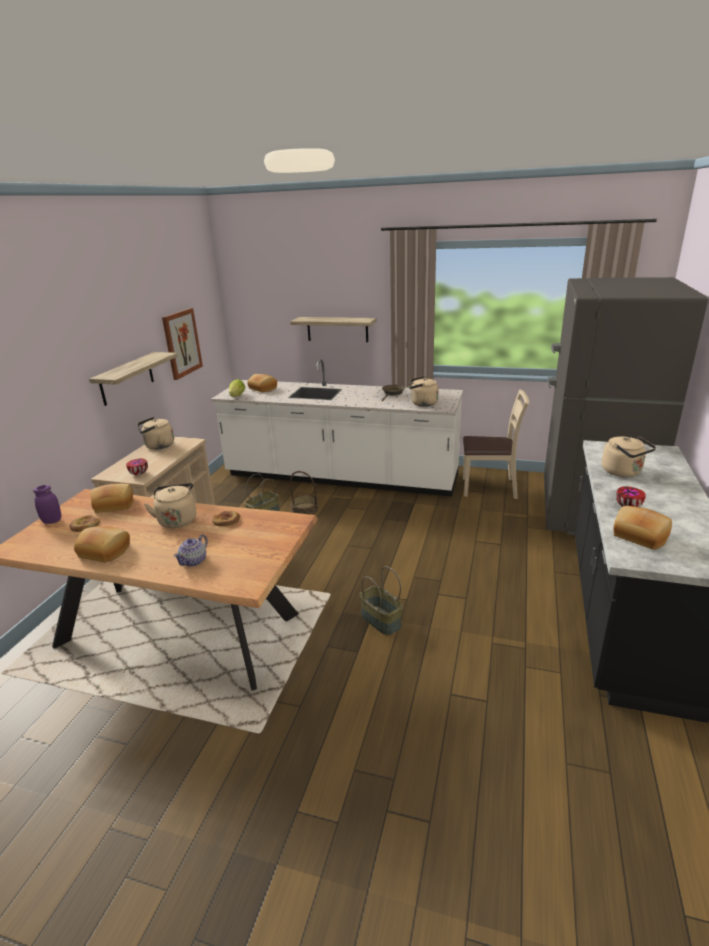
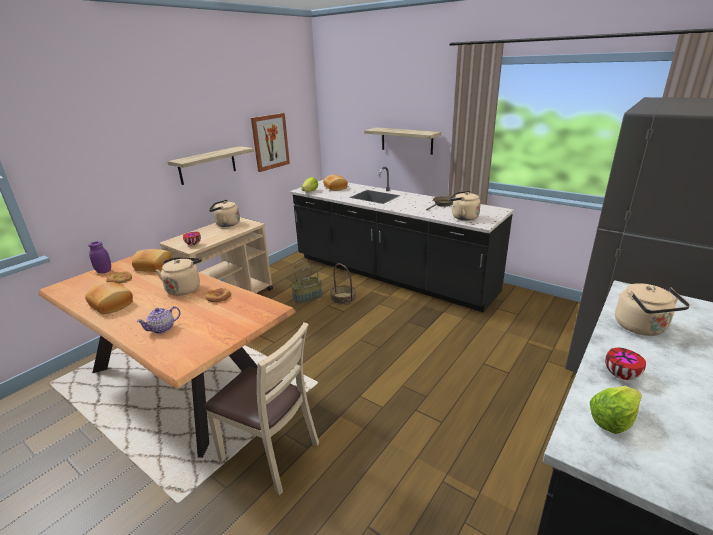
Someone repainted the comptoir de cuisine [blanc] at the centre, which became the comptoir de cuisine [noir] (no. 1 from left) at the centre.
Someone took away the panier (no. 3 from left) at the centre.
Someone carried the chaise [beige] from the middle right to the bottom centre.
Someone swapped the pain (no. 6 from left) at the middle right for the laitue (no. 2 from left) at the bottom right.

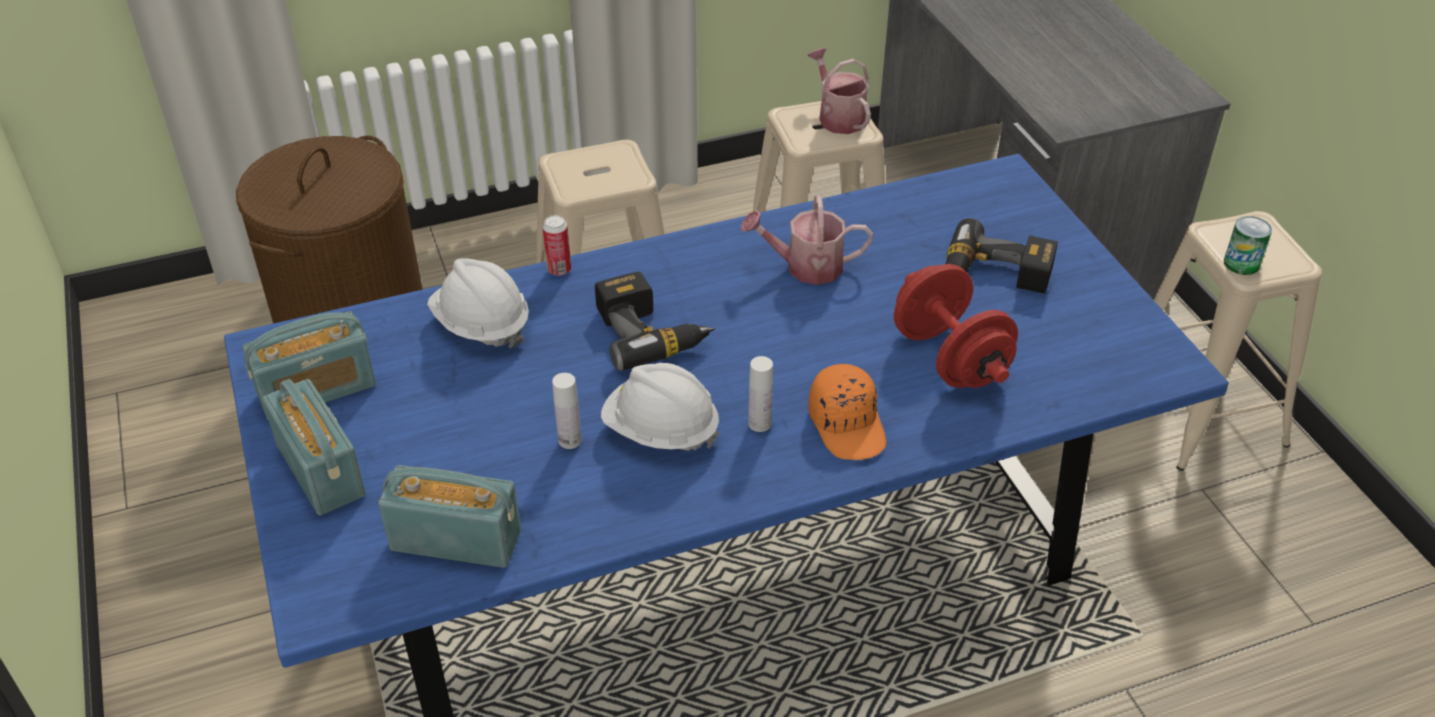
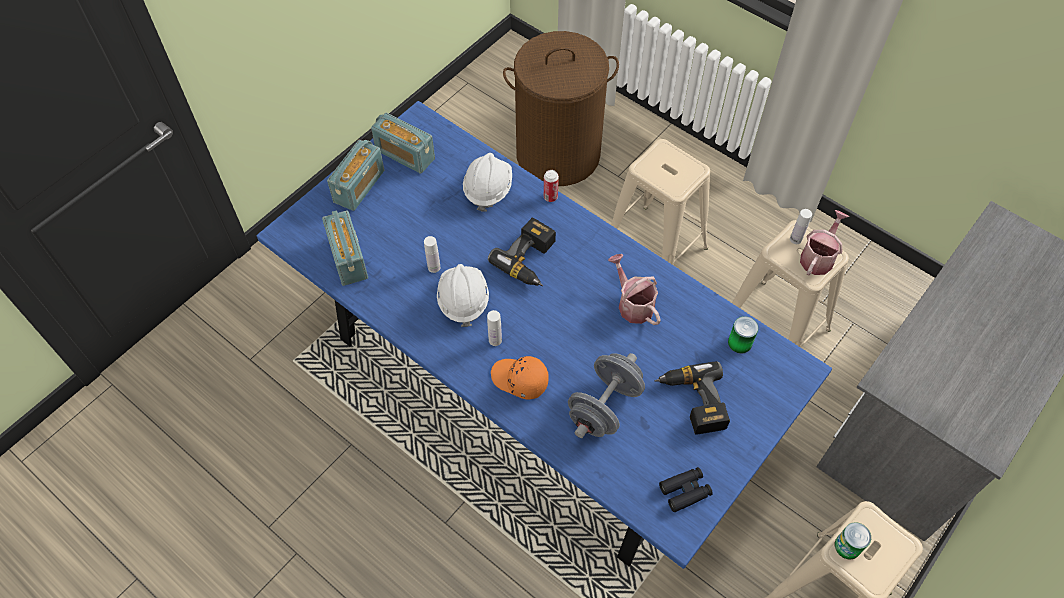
Someone rotated the casquette [orange] at the centre by 75 degrees clockwise.
Someone repainted the haltère [rouge] at the centre, which became the haltère [gris] at the centre.
Someone put down the jumelles [noir] at the bottom centre.
Someone put down the boîte métallique (no. 2 from left) at the middle right.
Someone put down the bouteille [blanc] (no. 3 from left) at the middle right.

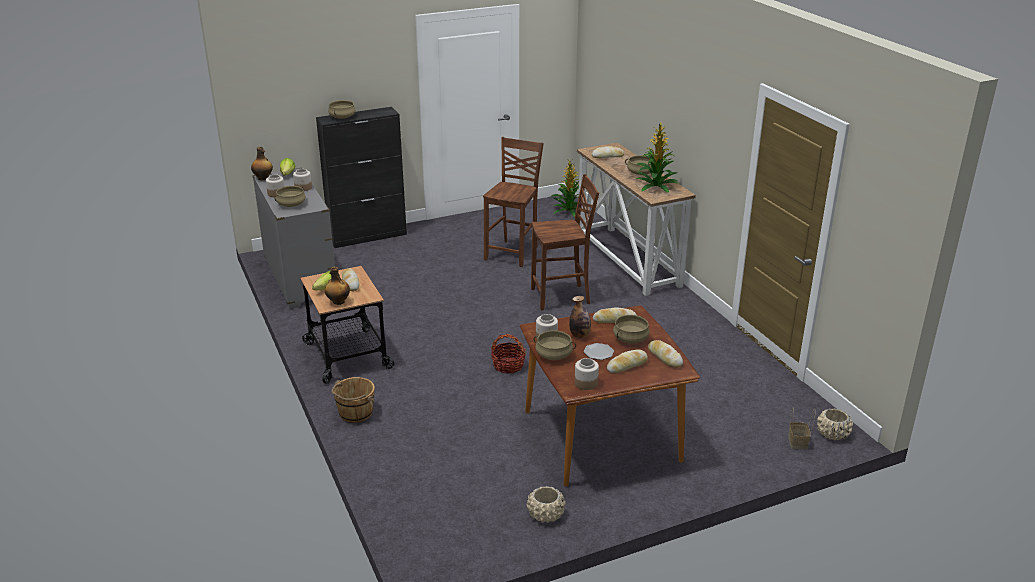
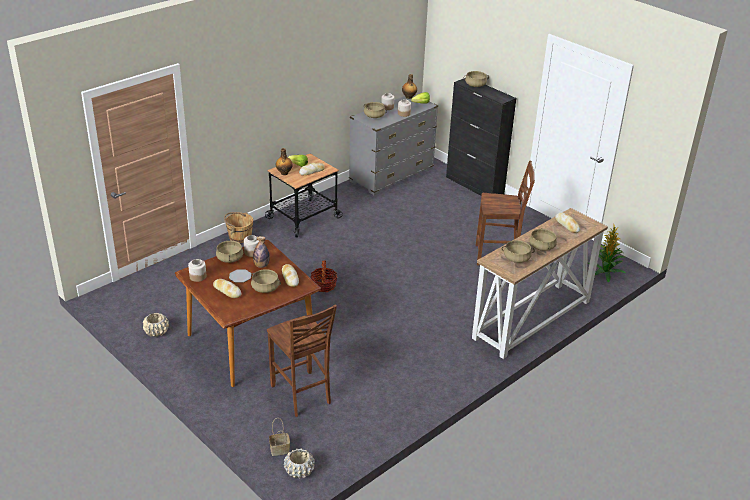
Someone carried the chaise [marron] (no. 2 from left in the first image) from the centre to the bottom centre.
Someone swapped the plante en pot (no. 2 from left) at the top centre for the marmite [beige] (no. 5 from left) at the middle right.
Someone took away the pain (no. 5 from left) at the centre.

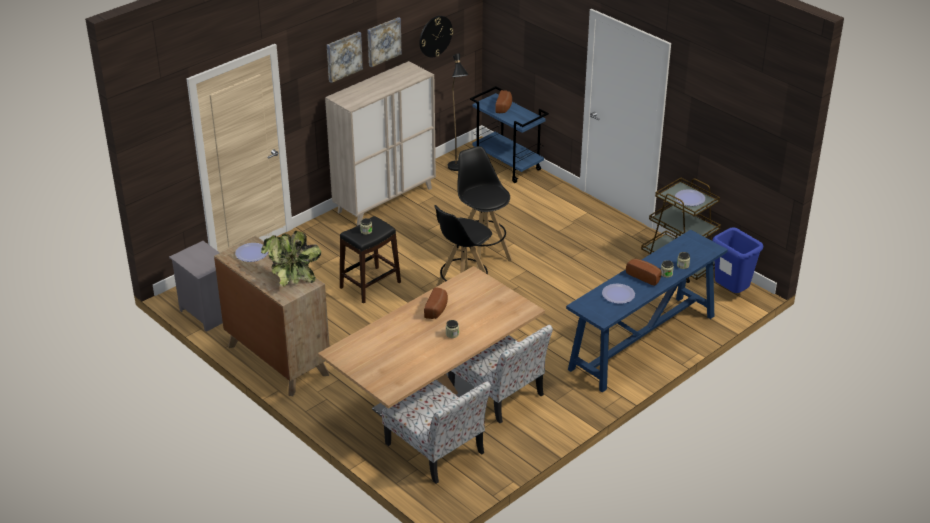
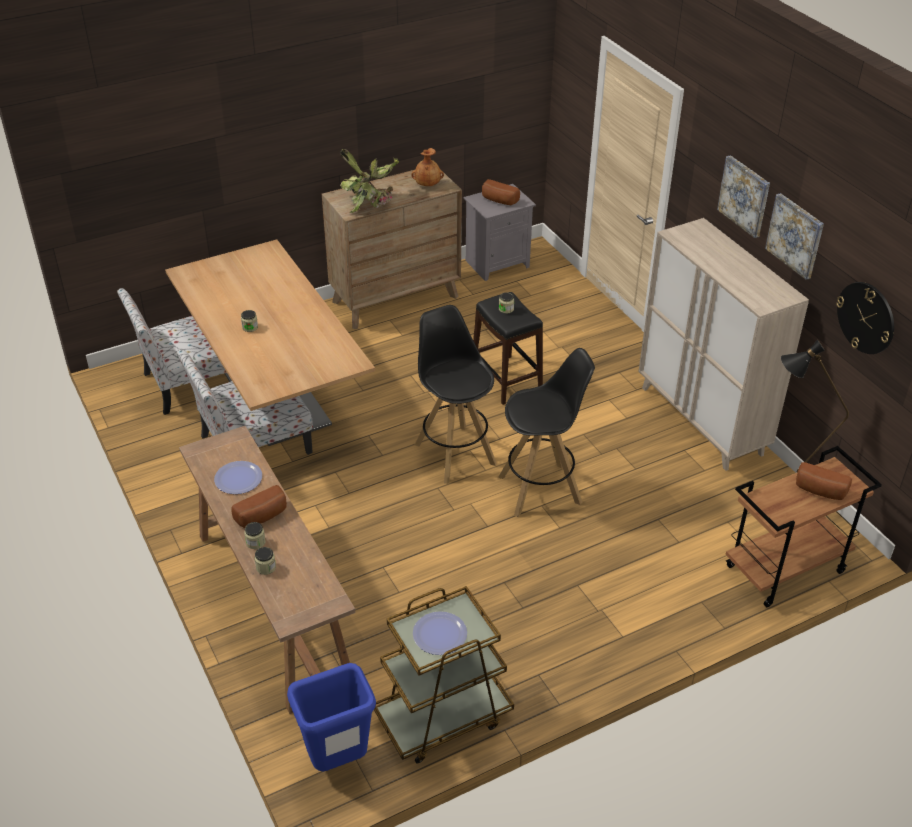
Someone swapped the assiette (no. 1 from left) at the middle left for the vase [marron] at the top centre.
Someone carried the pain (no. 1 from left in the first image) from the centre to the top centre.
Someone repainted the chariot [bleu] at the top centre, which became the chariot [marron] (no. 2 from left) at the middle right.
Someone repainted the table console [bleu] at the middle right, which became the table console [marron] at the bottom left.

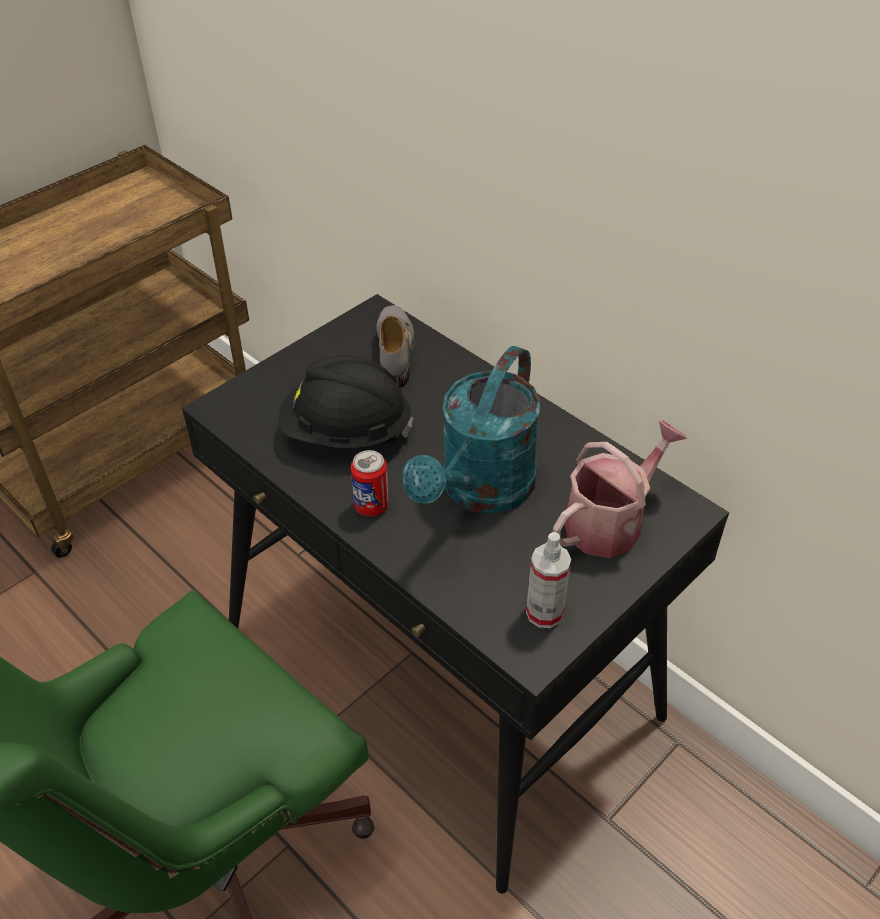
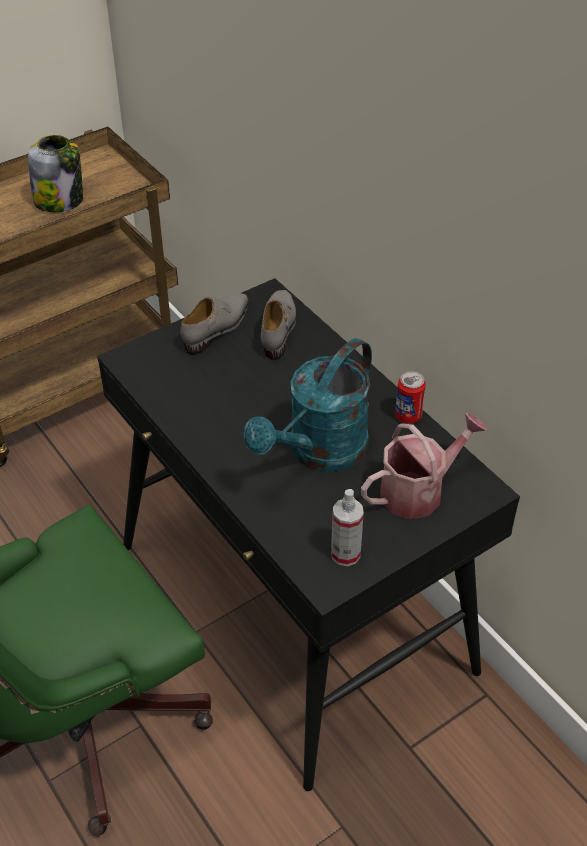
Someone took away the casque de chantier [noir] at the centre.
Someone carried the boîte métallique from the centre to the middle right.
Someone put down the bocal at the top left.
Someone put down the chaussure [gris] (no. 1 from left) at the centre.

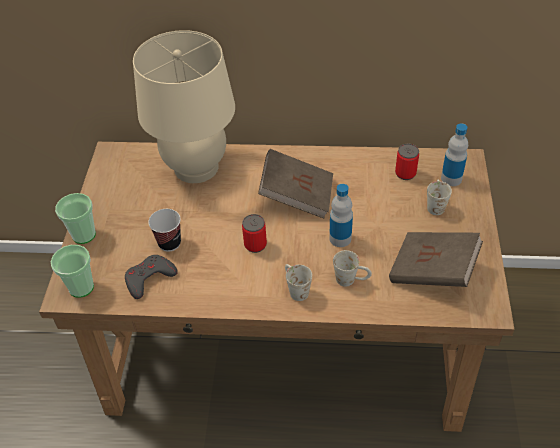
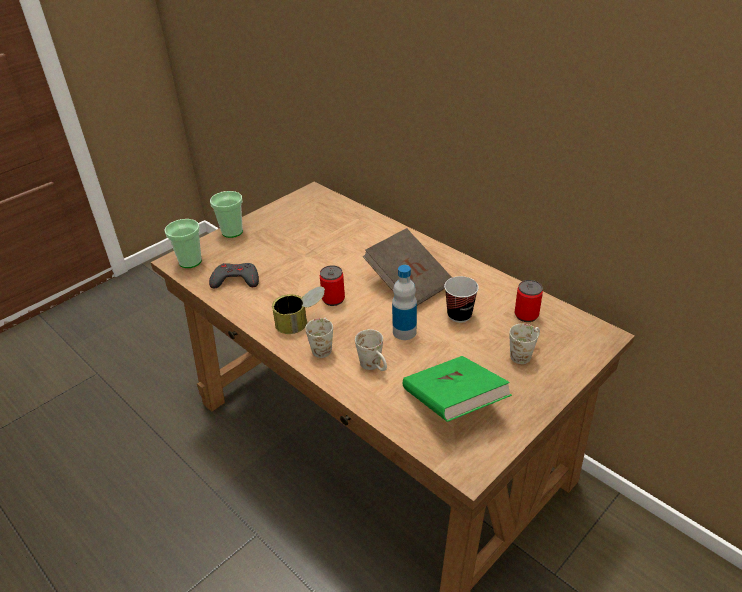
Someone took away the lampe de table [beige] at the top left.
Someone carried the tasse (no. 3 from left) from the middle left to the centre.
Someone repainted the livre [marron] (no. 2 from left) at the middle right, which became the livre [vert] at the centre.
Someone took away the bouteille (no. 2 from left) at the middle right.
Someone put down the boîte métallique (no. 1 from left) at the centre.

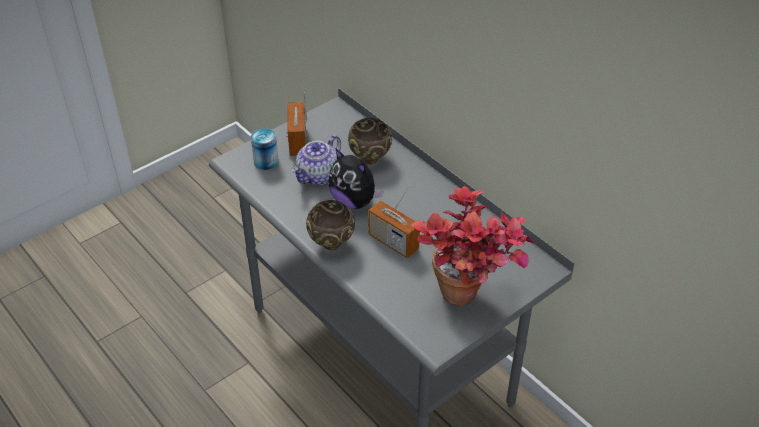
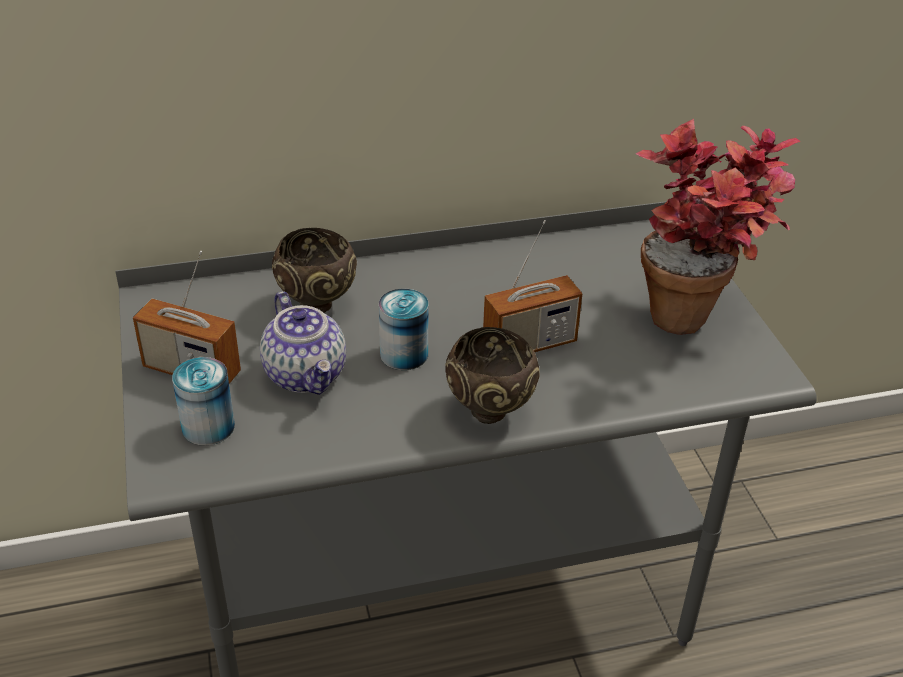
Someone swapped the peluche at the centre for the boîte métallique (no. 2 from left) at the centre.

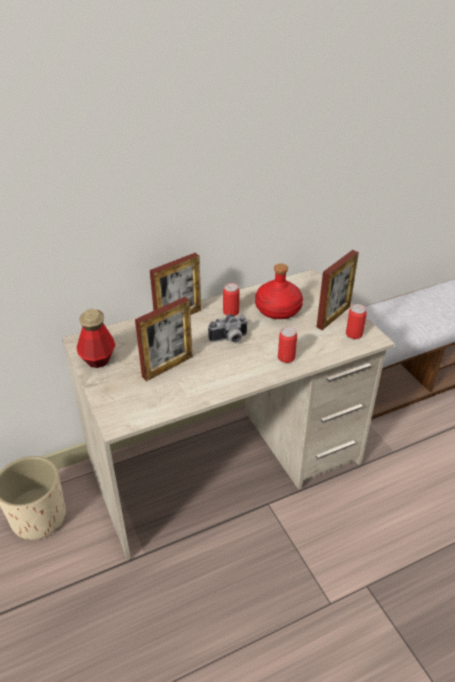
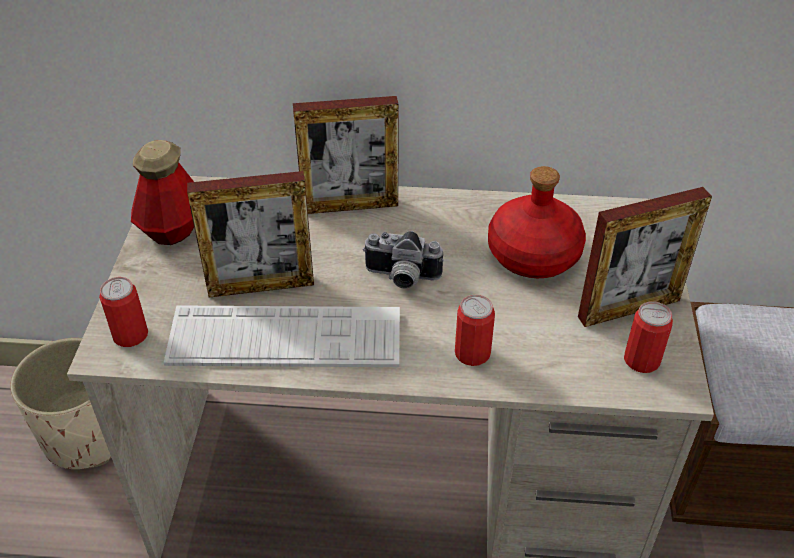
Someone carried the boîte métallique (no. 1 from left) from the centre to the middle left.
Someone put down the clavier at the centre.

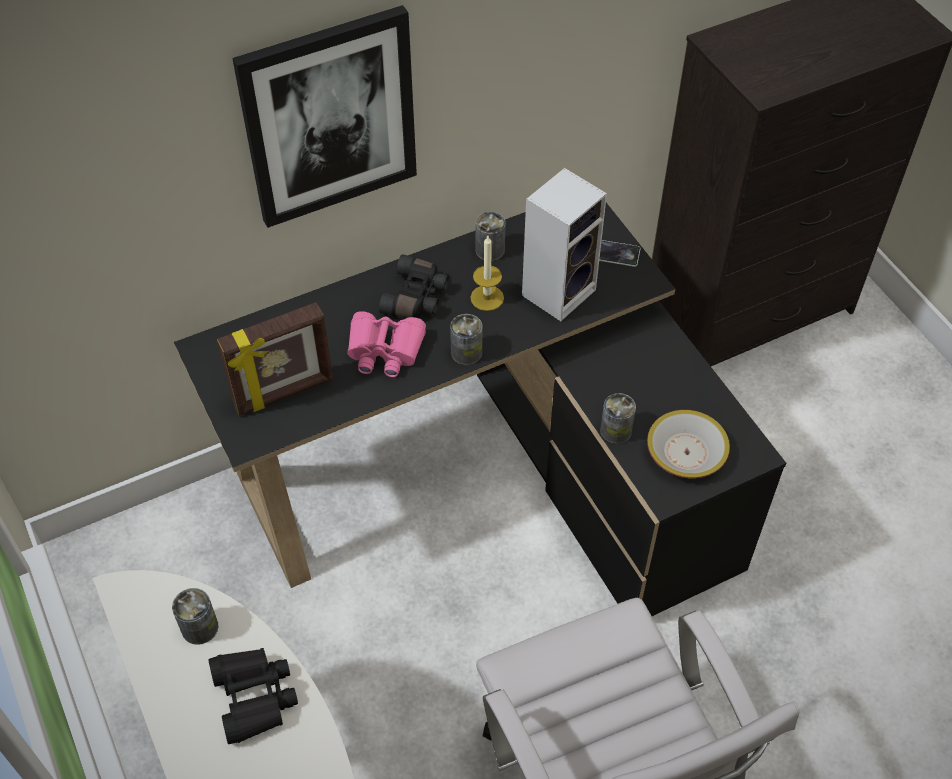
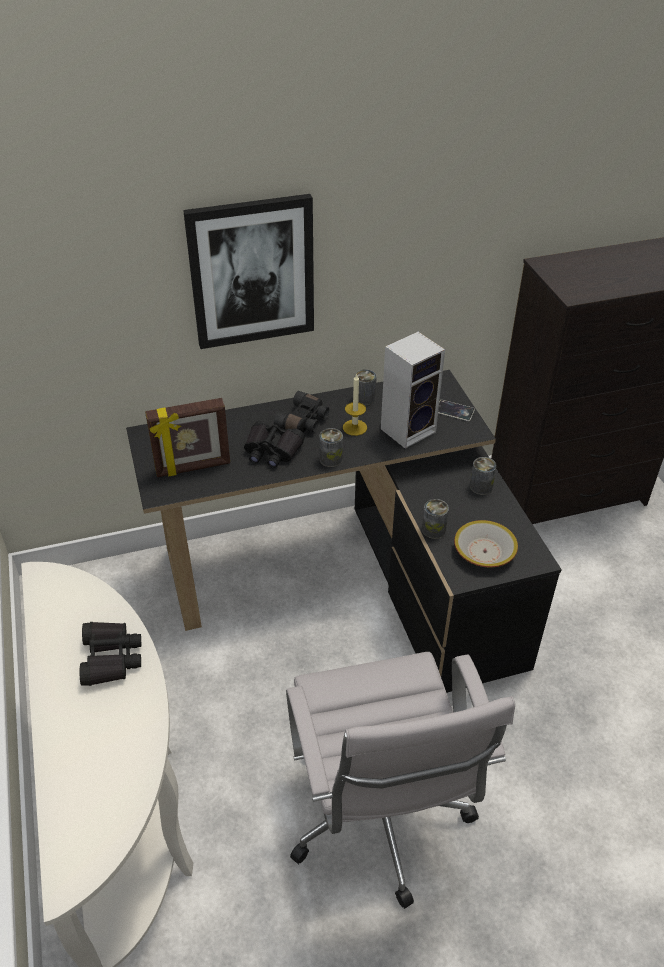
Someone carried the boîte métallique (no. 1 from left in the first image) from the bottom left to the middle right.
Someone repainted the jumelles [rose] at the centre, which became the jumelles [noir] (no. 2 from left) at the centre.

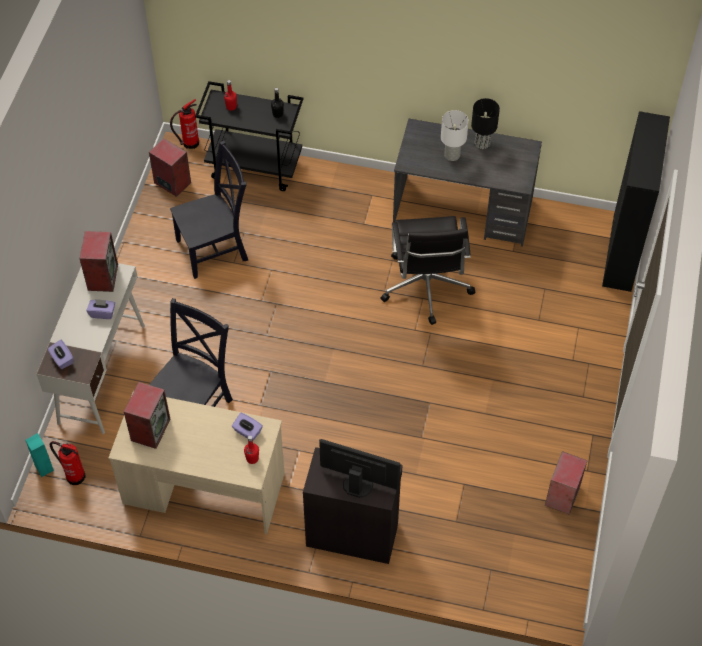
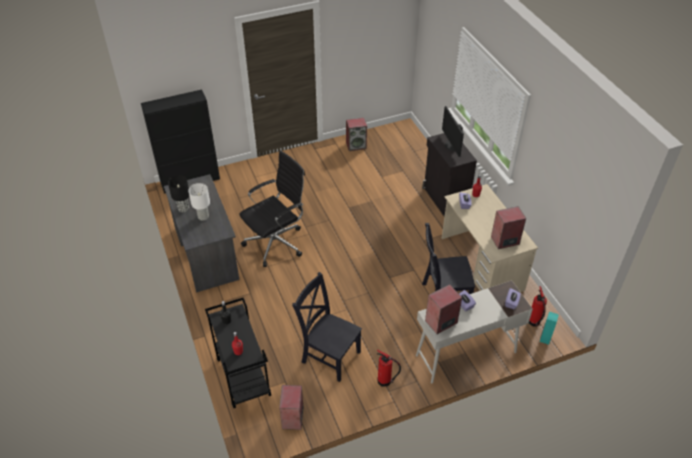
Someone carried the extincteur (no. 2 from left in the first image) from the top left to the bottom centre.

